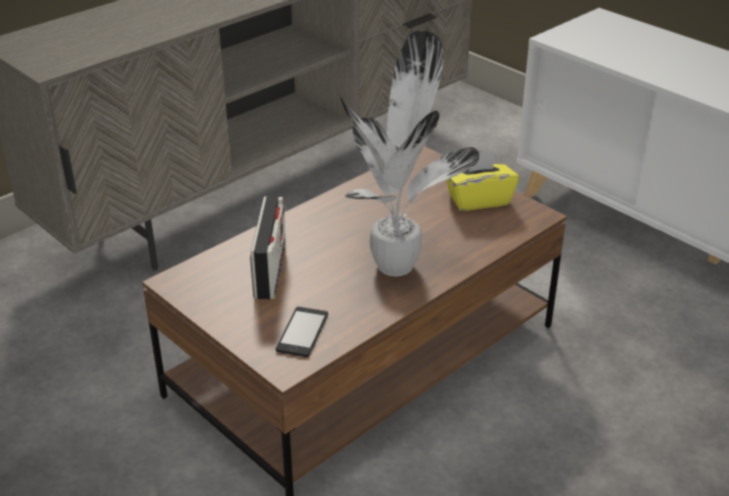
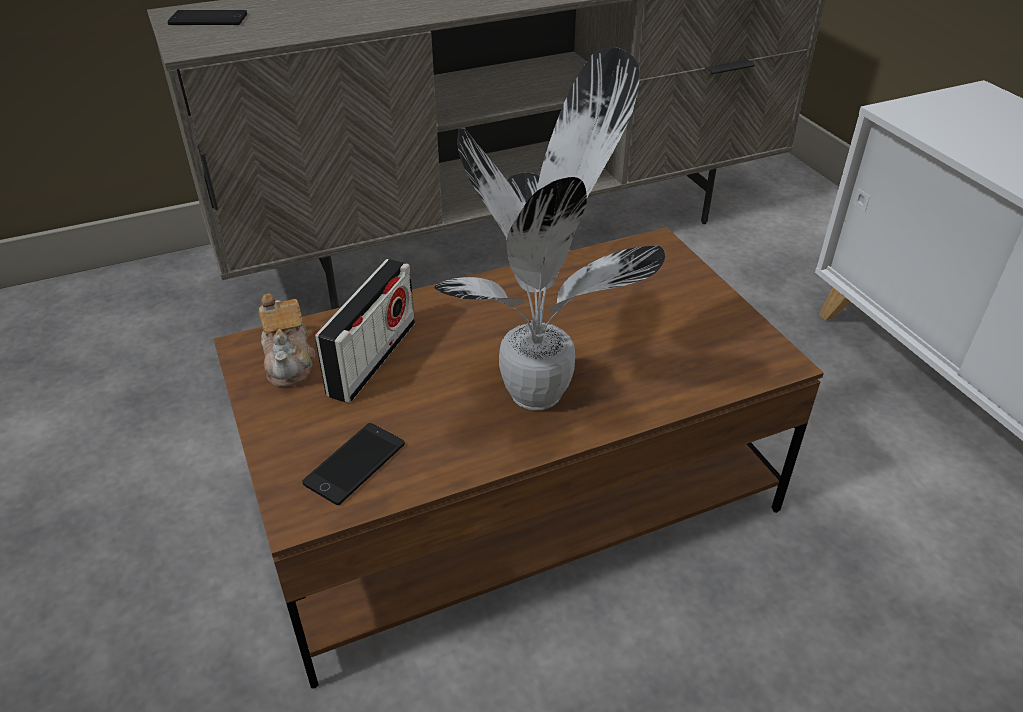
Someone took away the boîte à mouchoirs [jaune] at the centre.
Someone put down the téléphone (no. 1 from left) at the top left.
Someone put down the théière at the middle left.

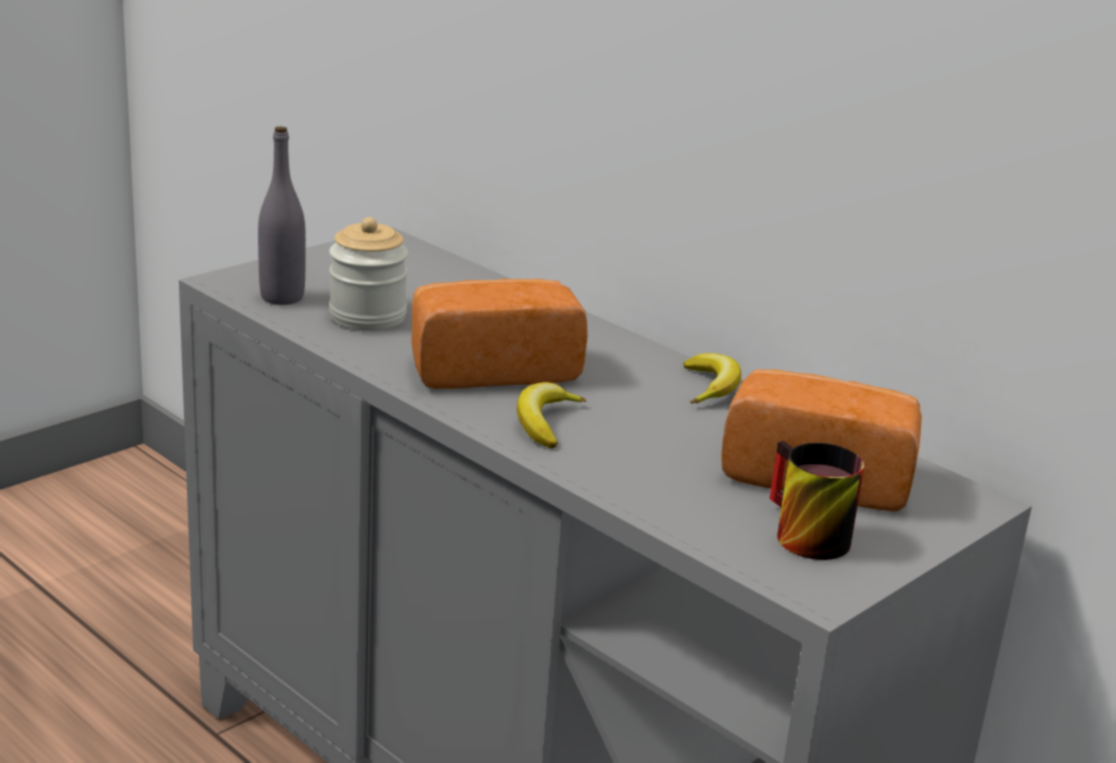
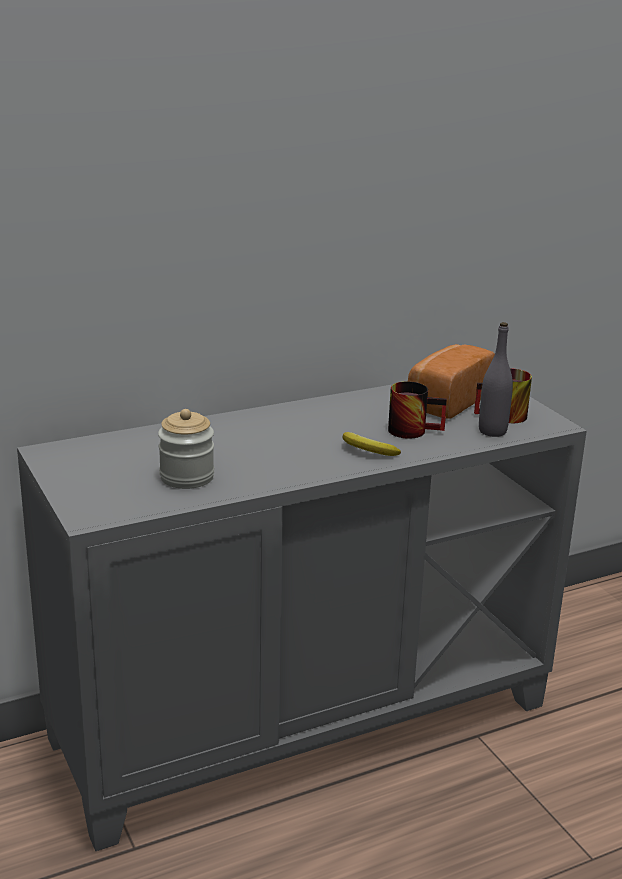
Someone carried the bouteille [gris] from the top left to the middle right.
Someone took away the pain (no. 1 from left) at the centre.
Someone took away the banane (no. 2 from left) at the centre.
Someone put down the mug (no. 1 from left) at the middle right.

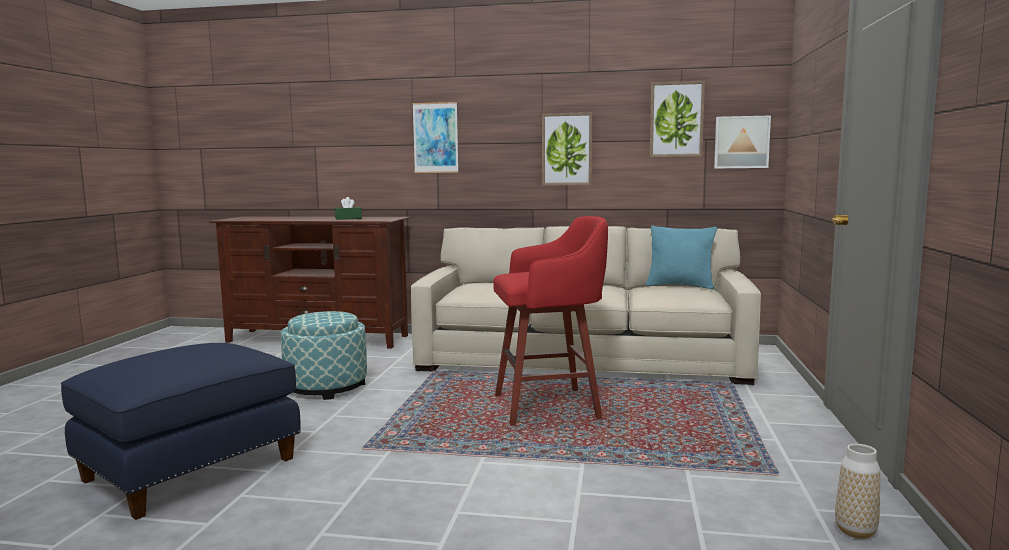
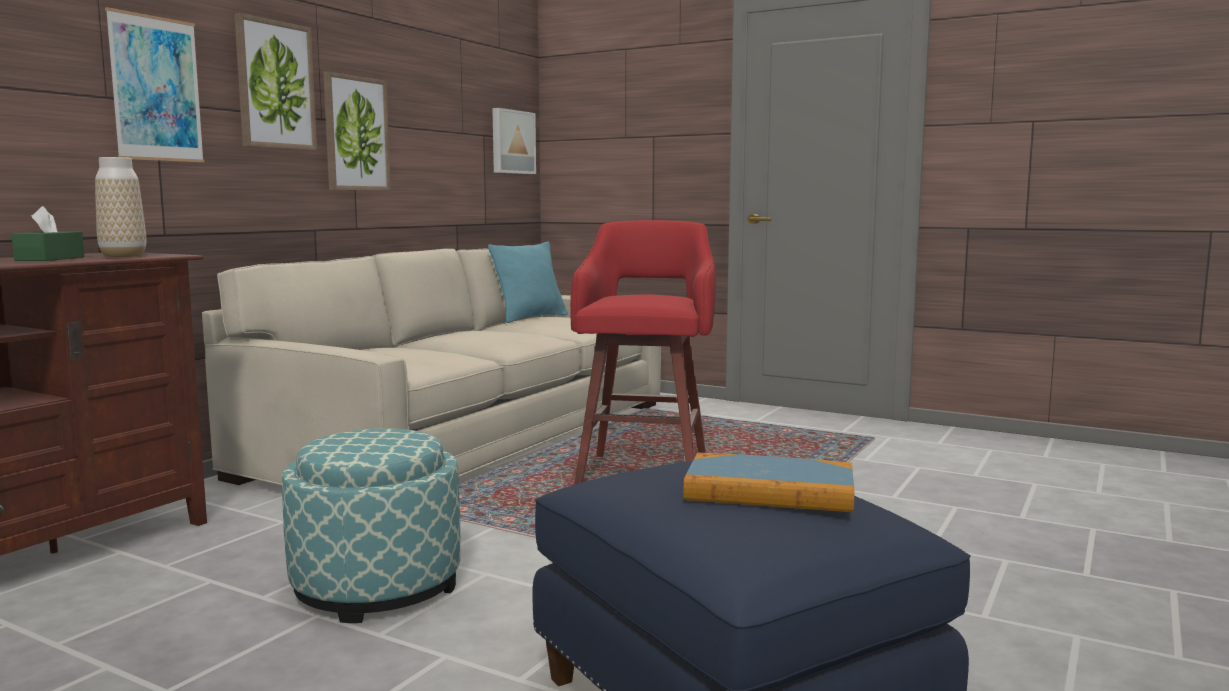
Someone carried the tableau (no. 3 from left in the first image) from the top right to the top left.
Someone carried the vase from the bottom right to the top left.
Someone put down the livre at the bottom centre.

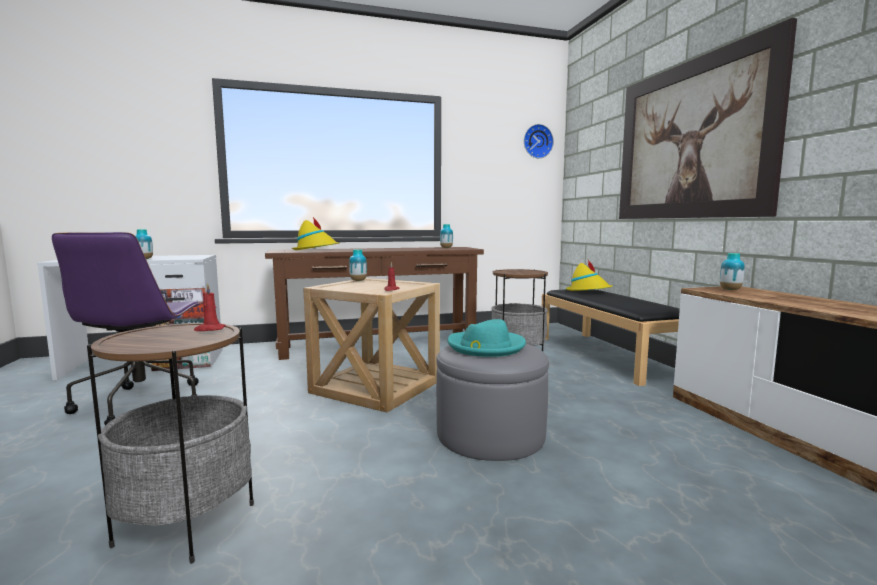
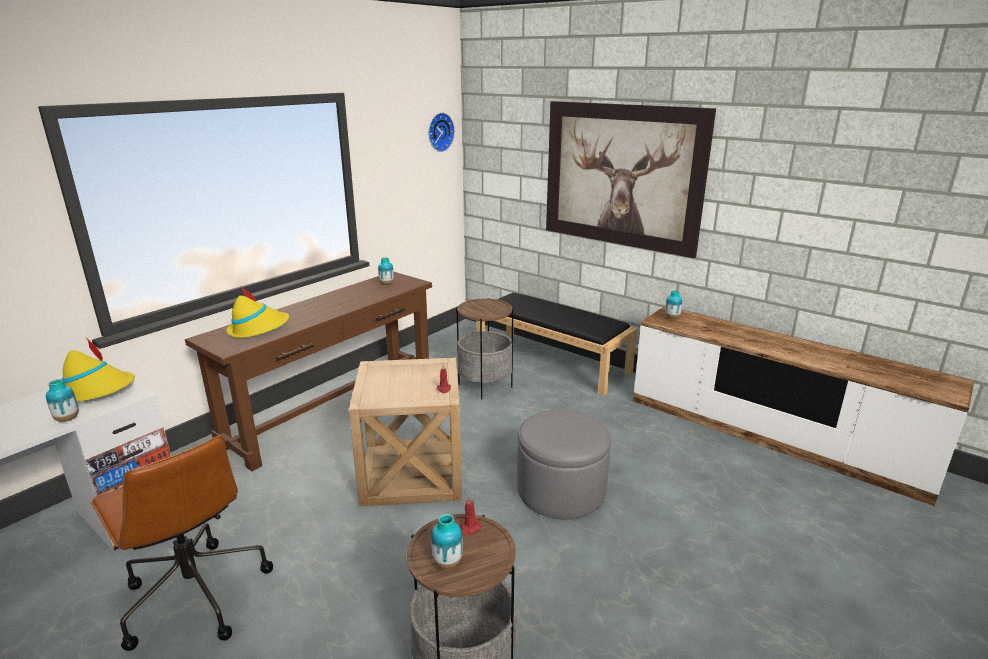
Someone repainted the chaise de bureau [violet] at the middle left, which became the chaise de bureau [marron] at the bottom left.
Someone carried the vase (no. 2 from left in the first image) from the centre to the bottom centre.
Someone took away the chapeau [turquoise] at the centre.
Someone carried the chapeau [jaune] (no. 2 from left in the first image) from the middle right to the middle left.

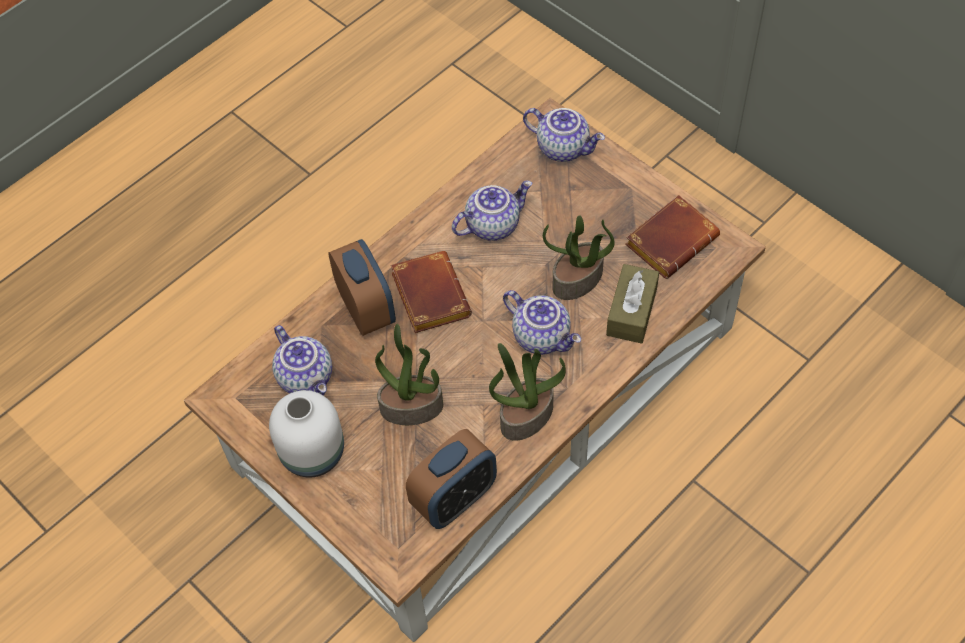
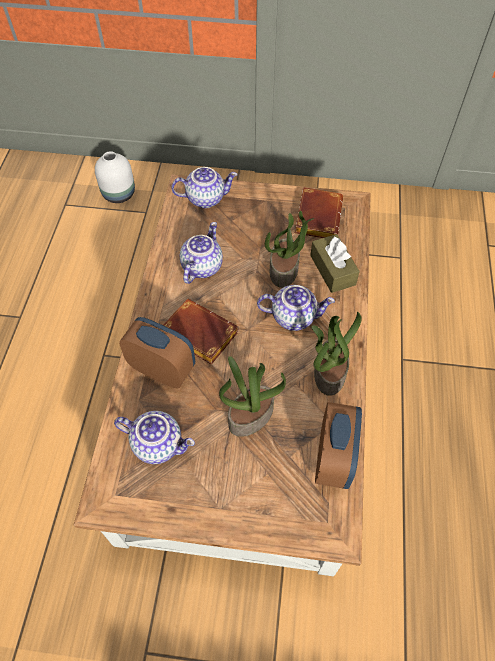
Someone carried the vase [blanc] from the bottom left to the top left.

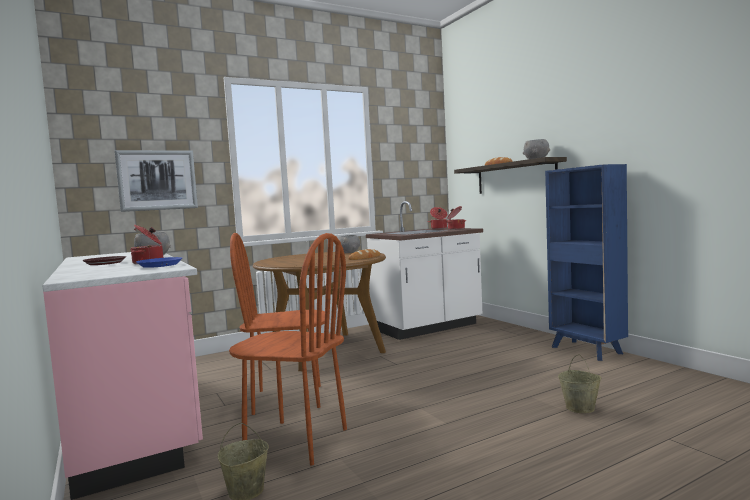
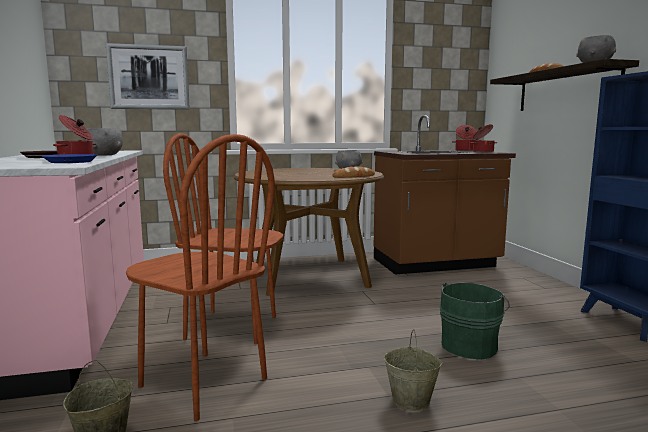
Someone repainted the comptoir de cuisine [blanc] at the centre, which became the comptoir de cuisine [marron] at the middle right.
Someone carried the seau [beige] (no. 2 from left) from the bottom right to the bottom centre.
Someone put down the seau [vert] at the bottom right.

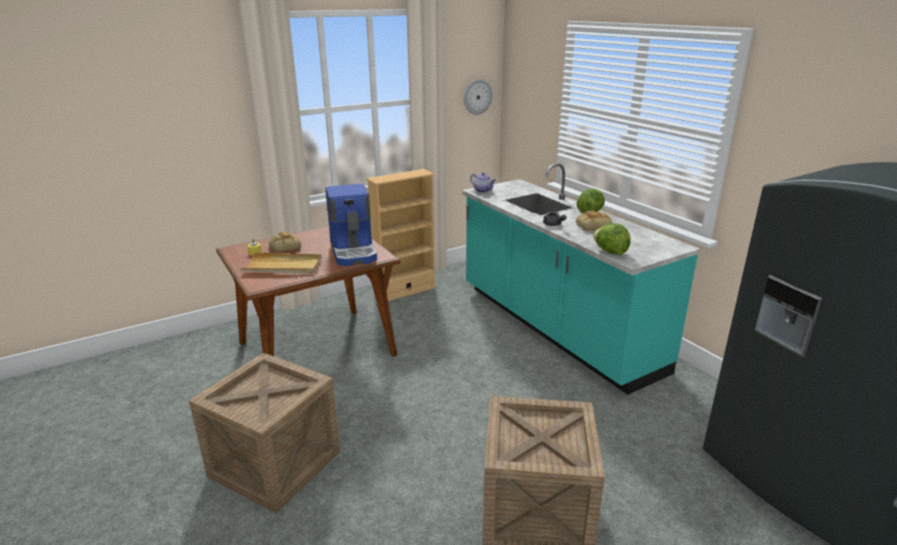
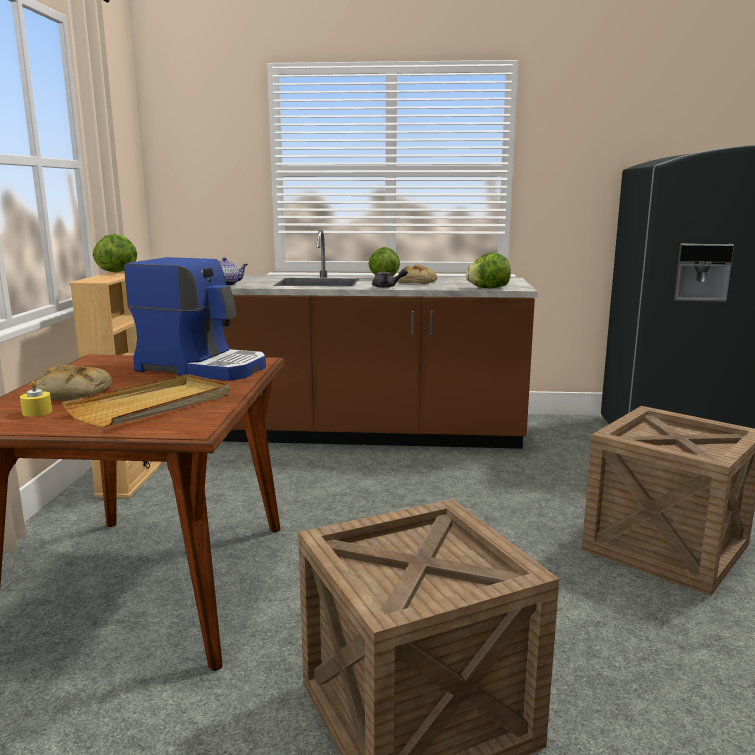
Someone repainted the comptoir de cuisine [turquoise] at the centre, which became the comptoir de cuisine [marron] at the centre.
Someone took away the horloge murale at the top centre.
Someone put down the laitue (no. 1 from left) at the middle left.

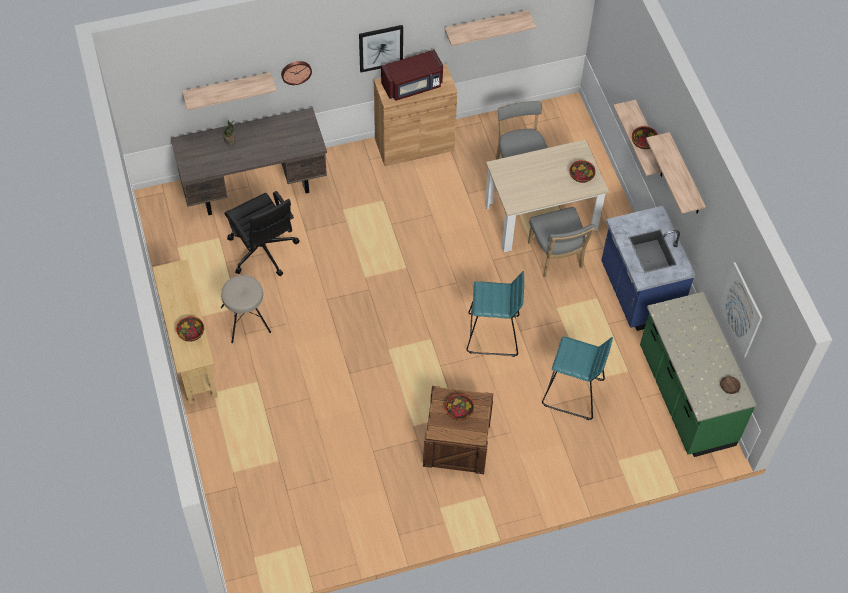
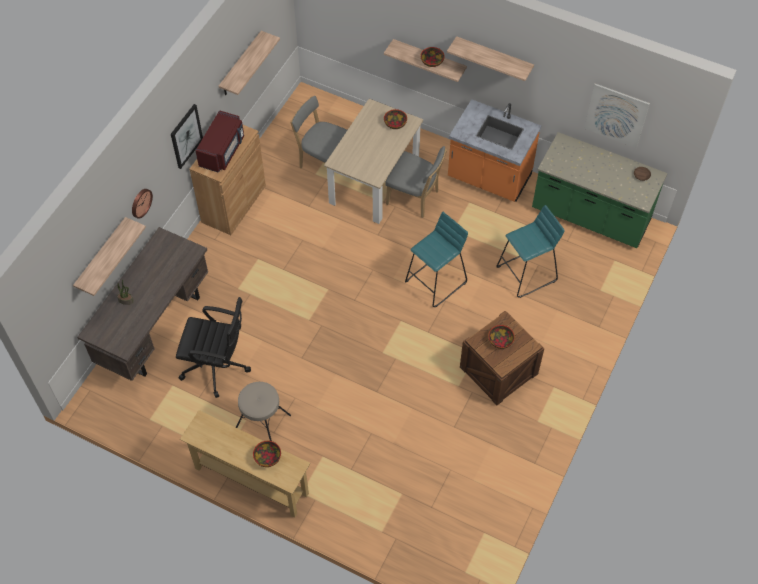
Someone repainted the comptoir de cuisine [bleu] at the middle right, which became the comptoir de cuisine [orange] at the top centre.

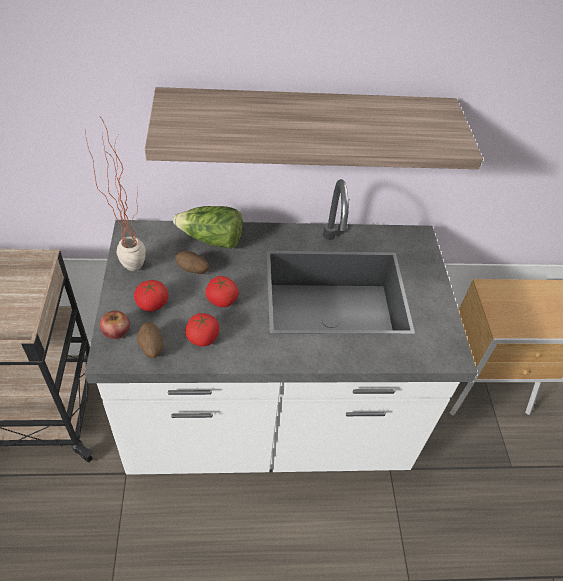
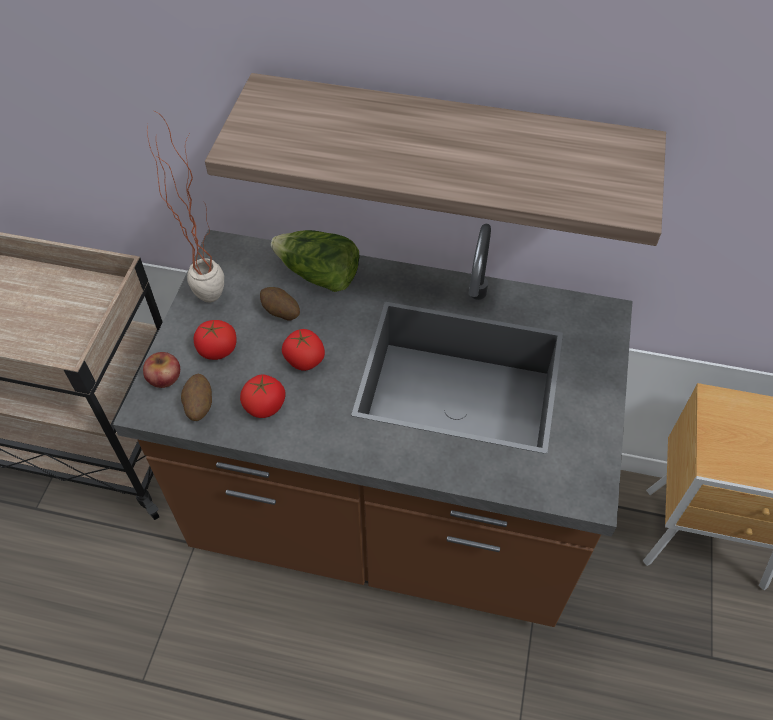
Someone repainted the comptoir de cuisine [blanc] at the centre, which became the comptoir de cuisine [marron] at the centre.

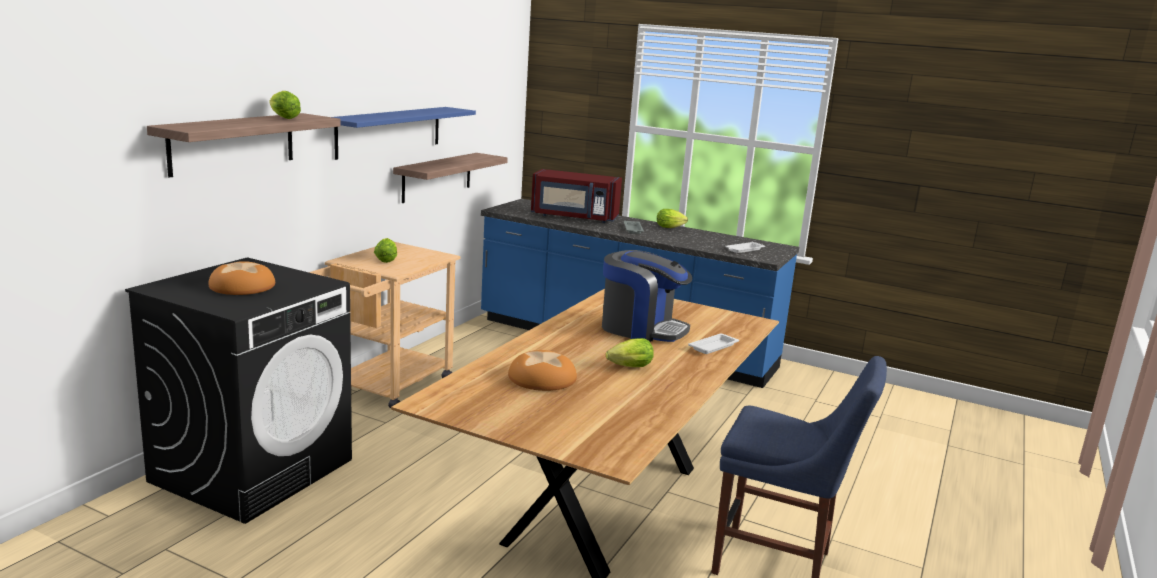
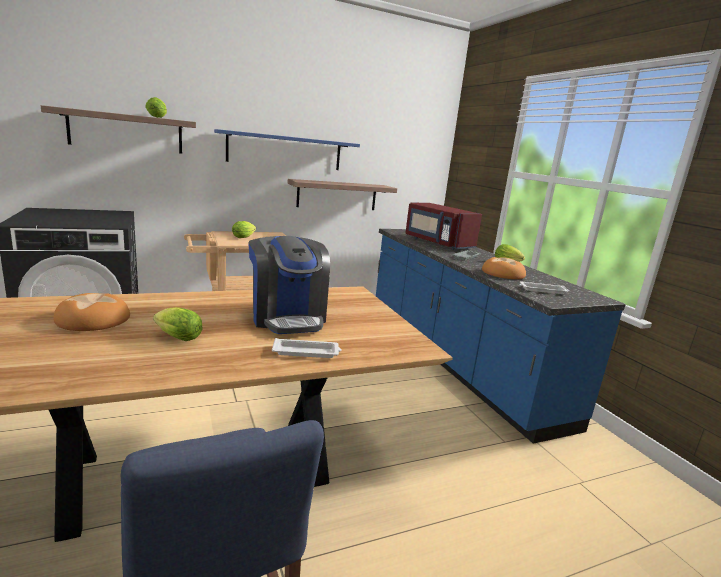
Someone carried the pain (no. 1 from left in the first image) from the middle left to the middle right.

